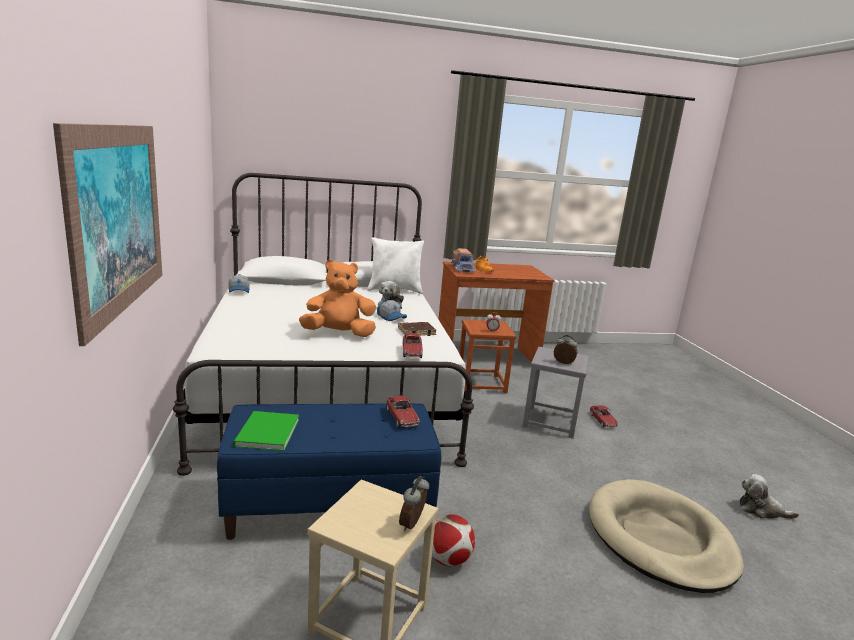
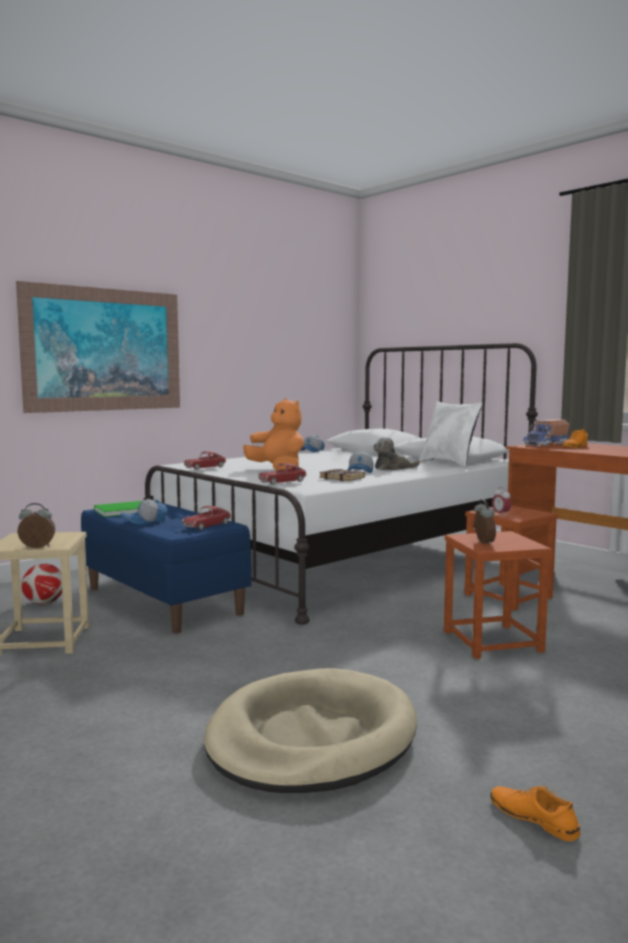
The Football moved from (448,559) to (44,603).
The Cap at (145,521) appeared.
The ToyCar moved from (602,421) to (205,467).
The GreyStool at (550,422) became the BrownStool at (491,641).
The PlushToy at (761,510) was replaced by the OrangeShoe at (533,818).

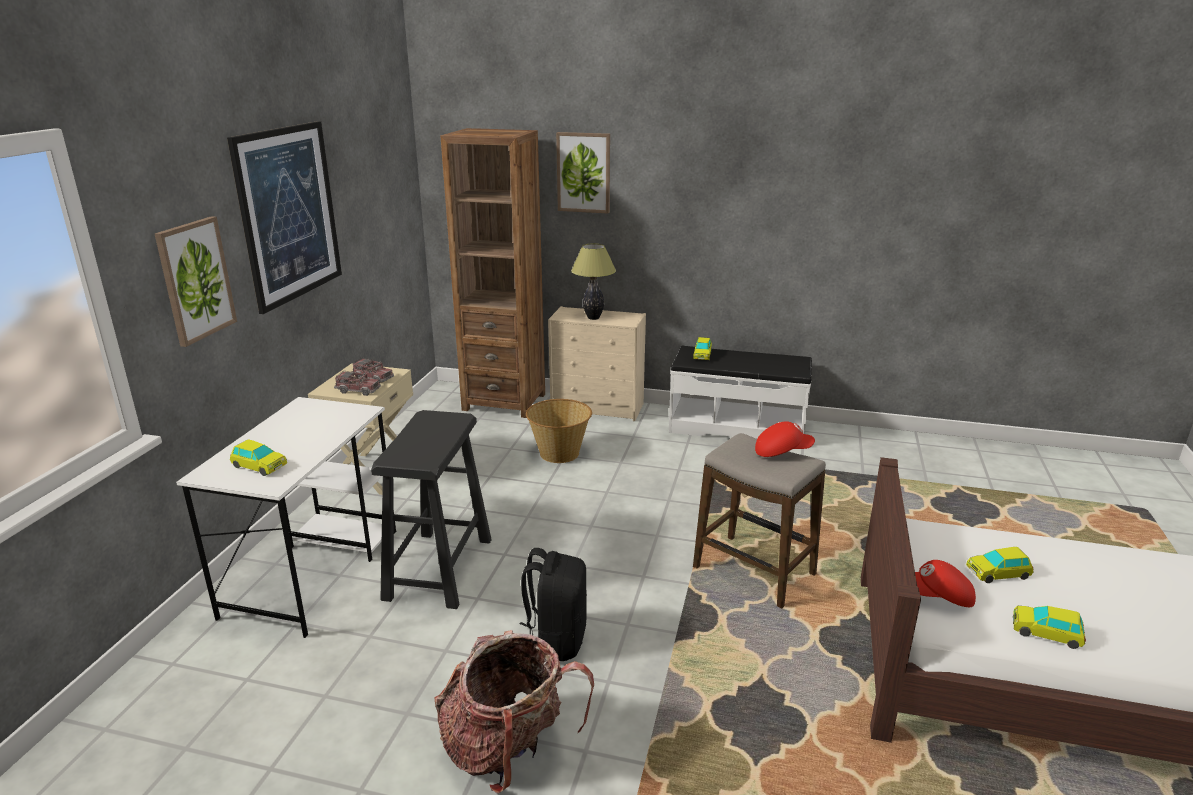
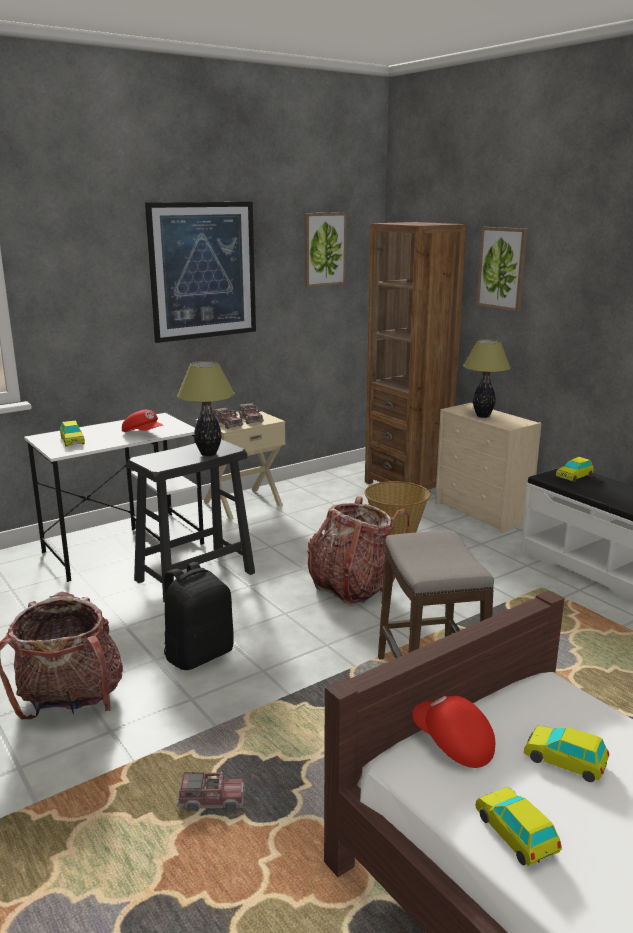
The RedCap moved from (782,451) to (143,433).
The TableLamp at (208,454) appeared.
The ToyTruck at (211,801) appeared.
The Picture moved from (195,280) to (324,249).
The Backpack at (351,587) appeared.

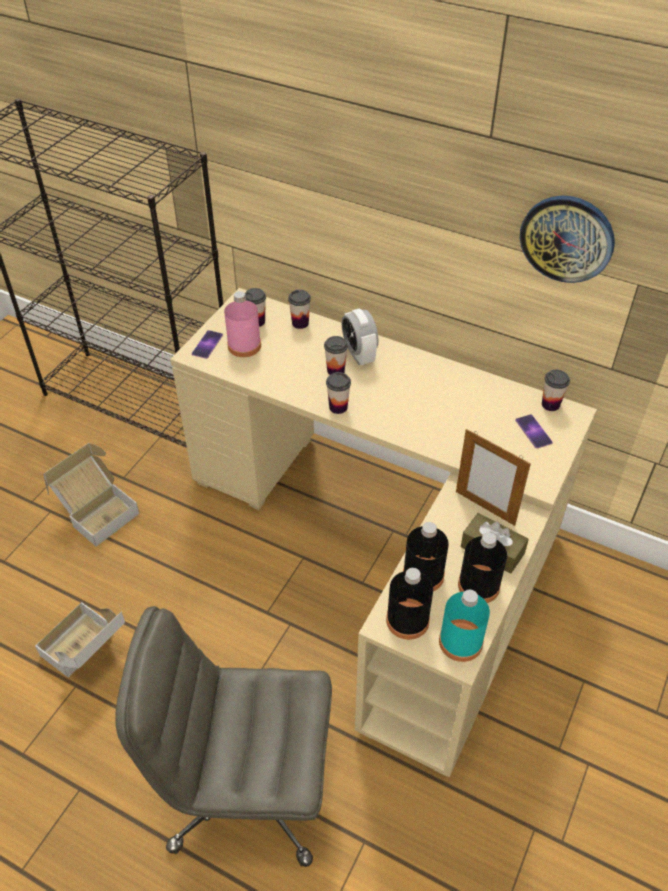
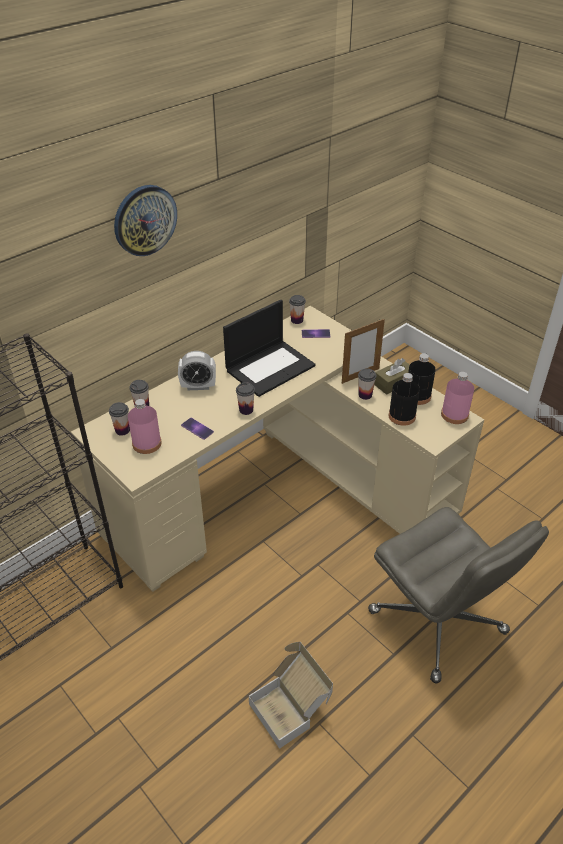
The WallClock moved from (567,238) to (145,220).
The Phone moved from (207,344) to (197,428).
The Laptop at (270,367) appeared.
The Cup moved from (335,370) to (365,395).
The GreyOfficeChair at (247,788) turned 60 degrees counterclockwise.
The TurquoiseBottle at (460,642) became the PinkBottle at (454,414).
The CardboardBox at (97,512) disappeared.
The BlackBottle at (407,620) disappeared.

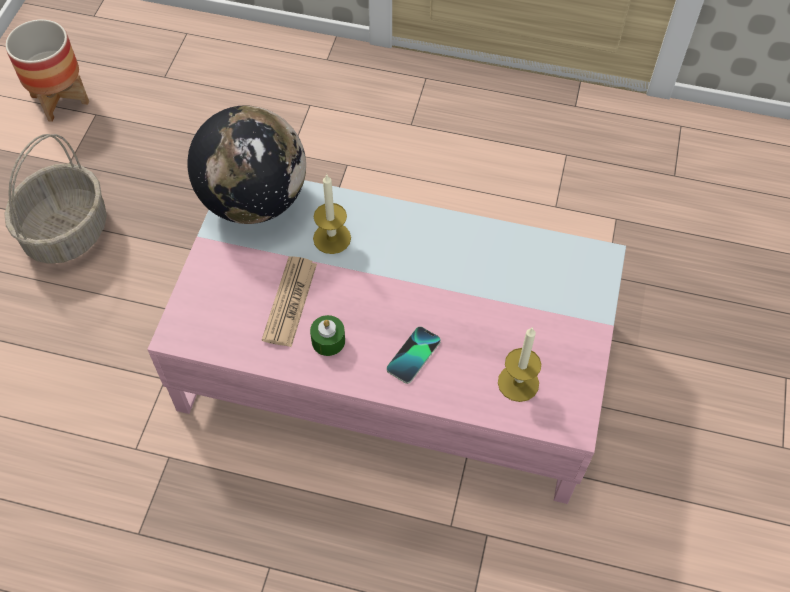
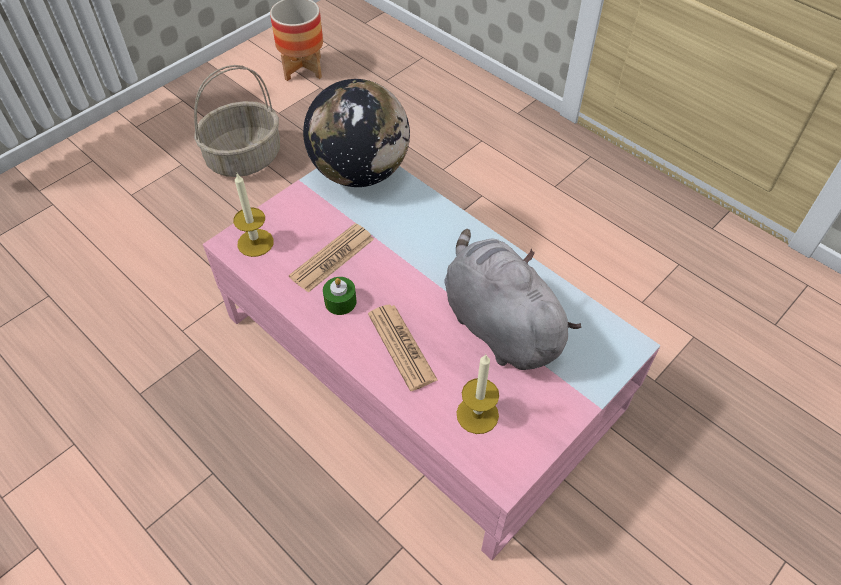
The Candle moved from (332,238) to (255,243).
The Phone at (413,355) was replaced by the Newspaper at (402,347).
The GreyPlushToy at (498,324) appeared.

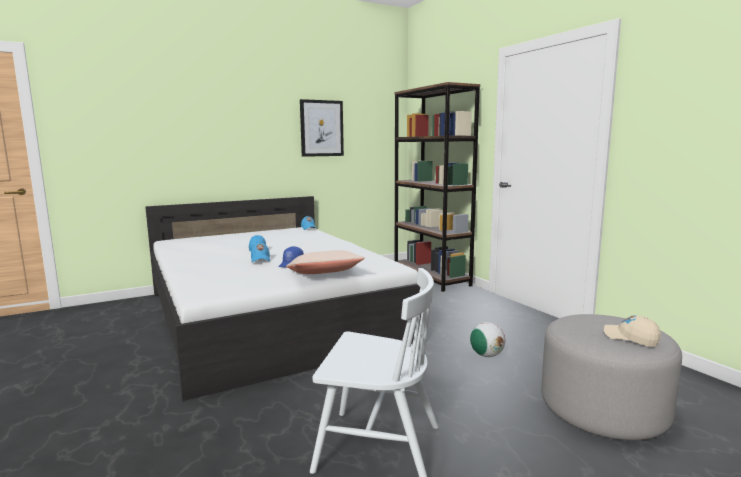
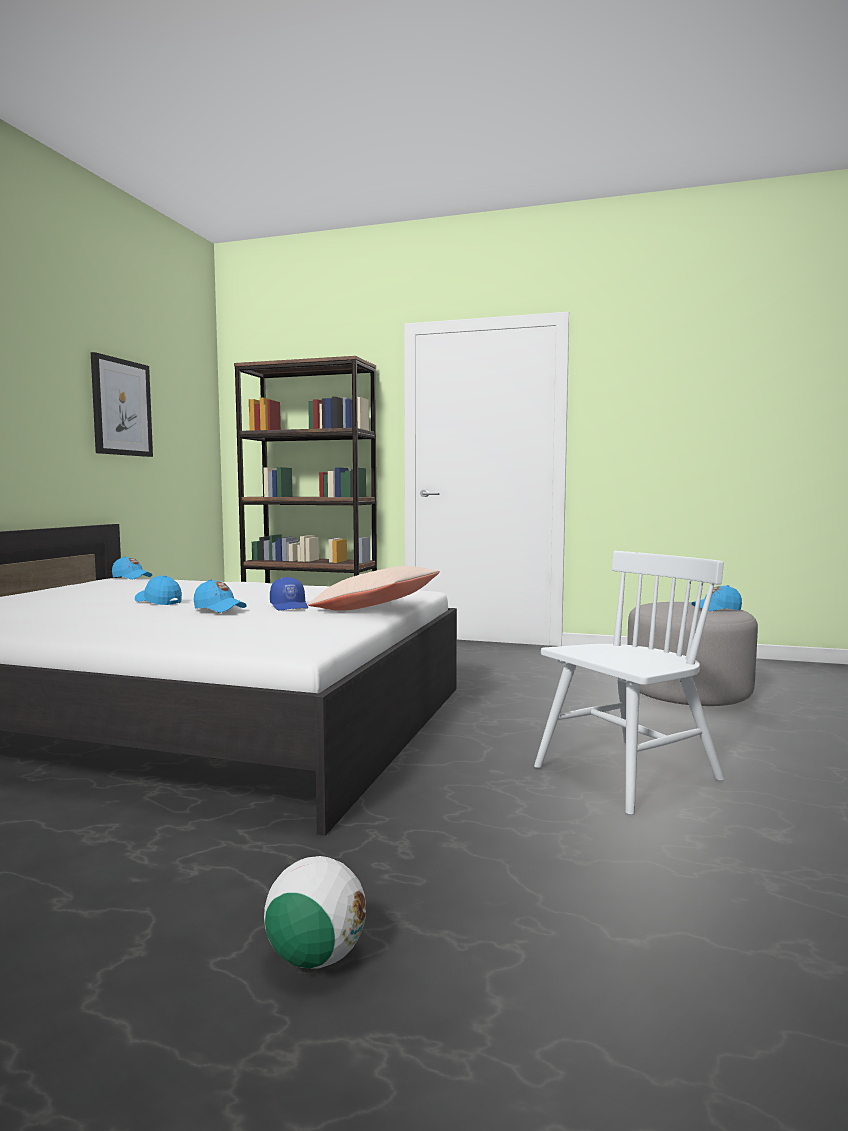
The Football moved from (486,355) to (316,957).
The BeigeCap at (631,338) became the BlueCap at (716,609).

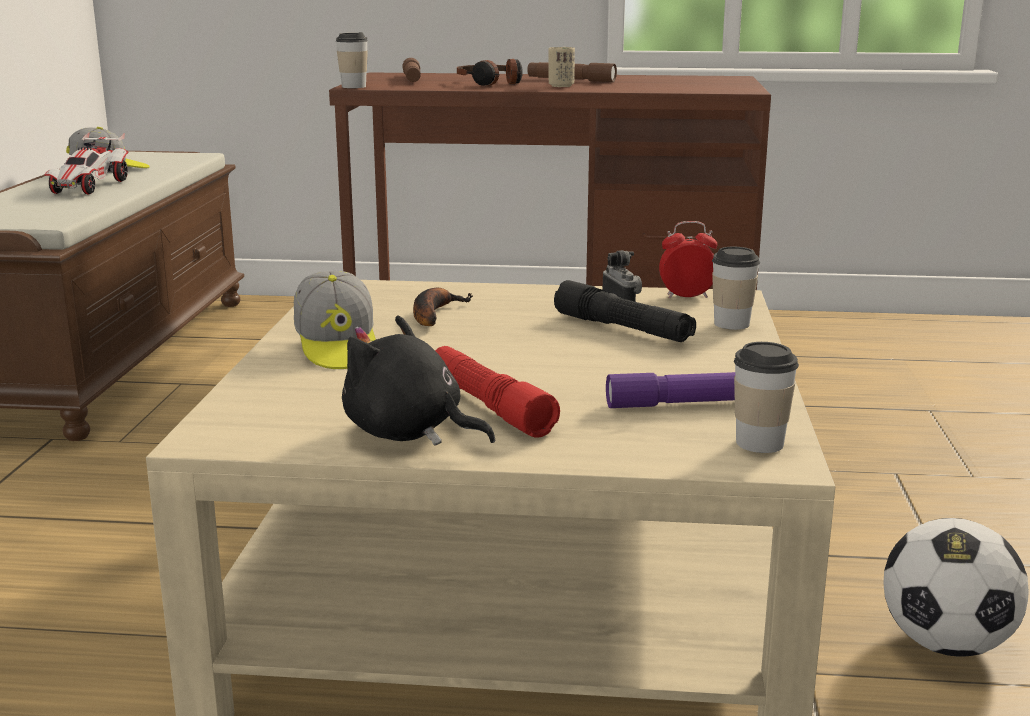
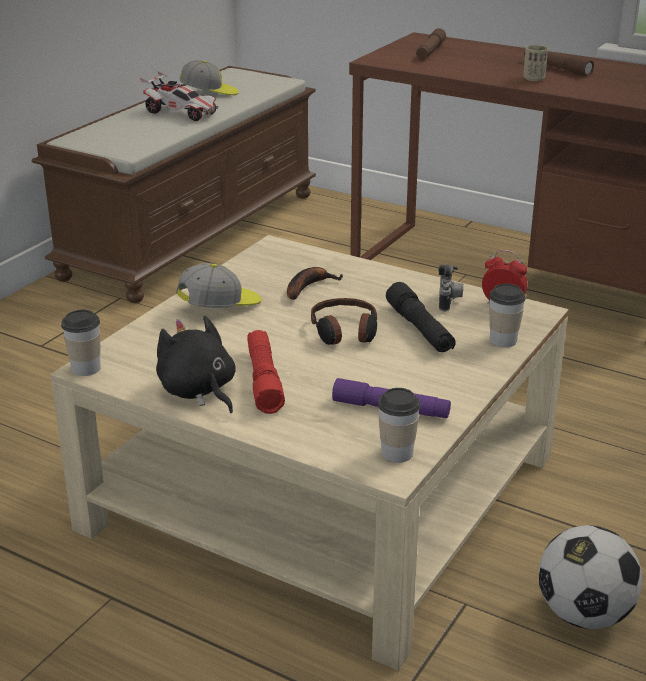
The Cup moved from (353,86) to (86,368).
The ToyCar at (90,187) turned 90 degrees counterclockwise.
The Cap at (337,347) turned 135 degrees counterclockwise.
The Headphones moved from (490,83) to (345,332).

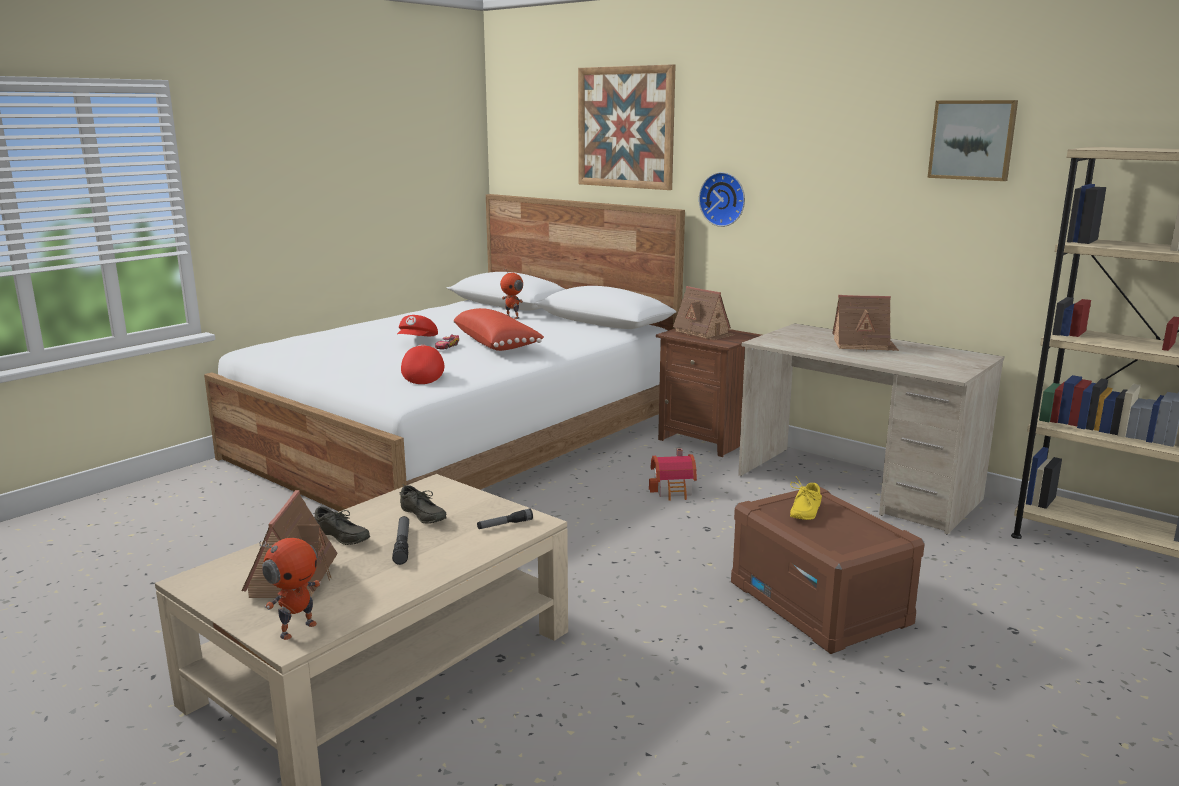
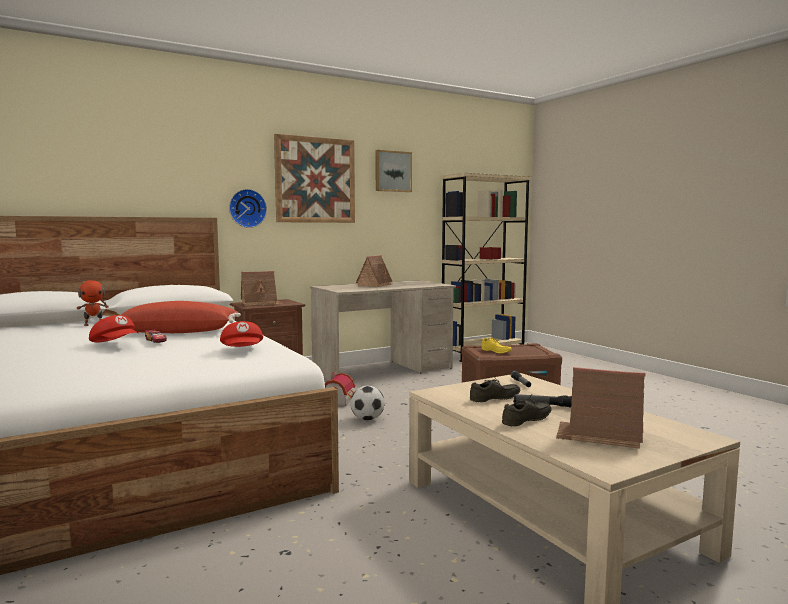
The RedCap at (422,377) turned 120 degrees counterclockwise.
The Picture moved from (625,127) to (315,180).
The Football at (367,419) appeared.
The ToyRobot at (297,629) disappeared.

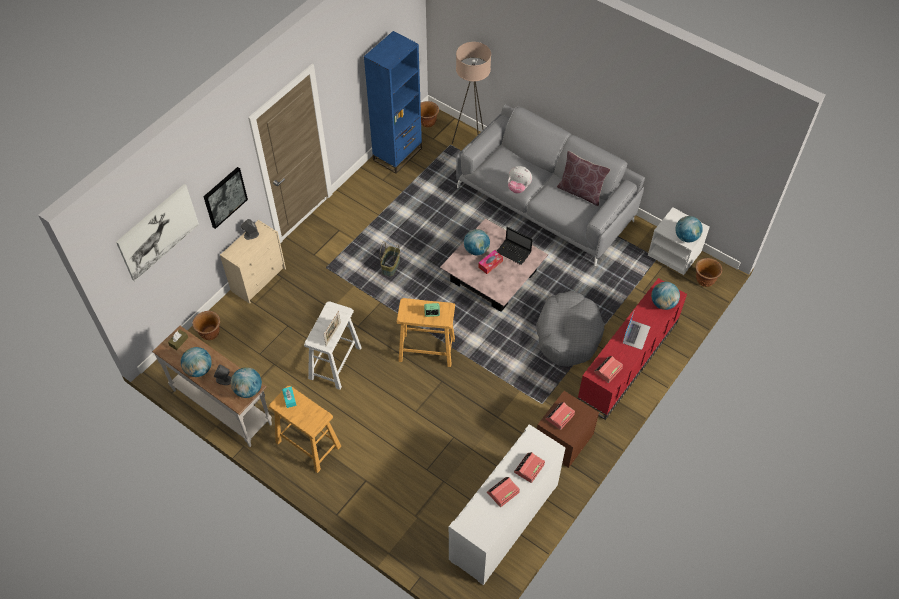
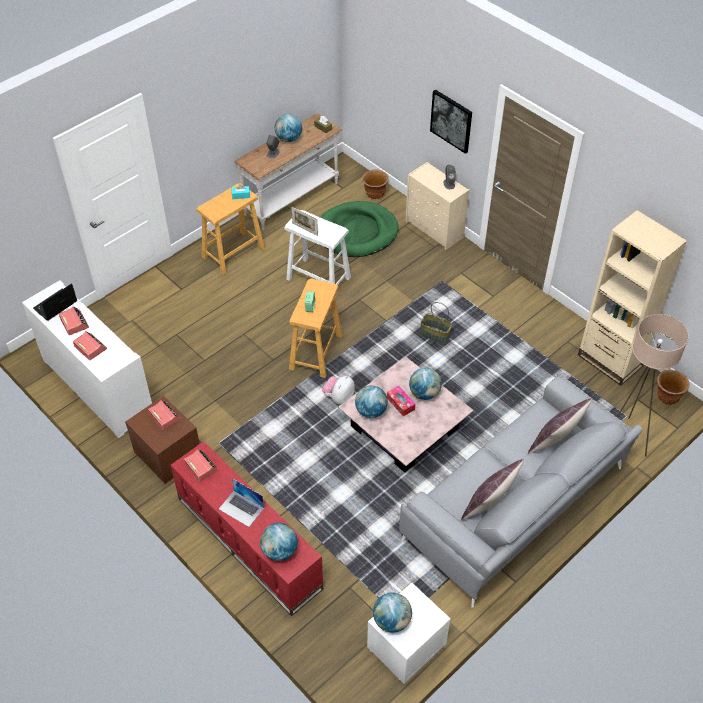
The Laptop moved from (514,252) to (55,306).
The GreenDogBed at (357,232) appeared.
The PlushToy moved from (518,187) to (339,398).
The Globe moved from (248,390) to (371,411).
The BrownPillow at (555,442) appeared.
The BlueBookcase at (397,154) became the BeigeBookcase at (610,360).
The Picture at (158,232) disappeared.
The GreyDogBed at (568,334) disappeared.
The BrownPlanter at (704,280) disappeared.

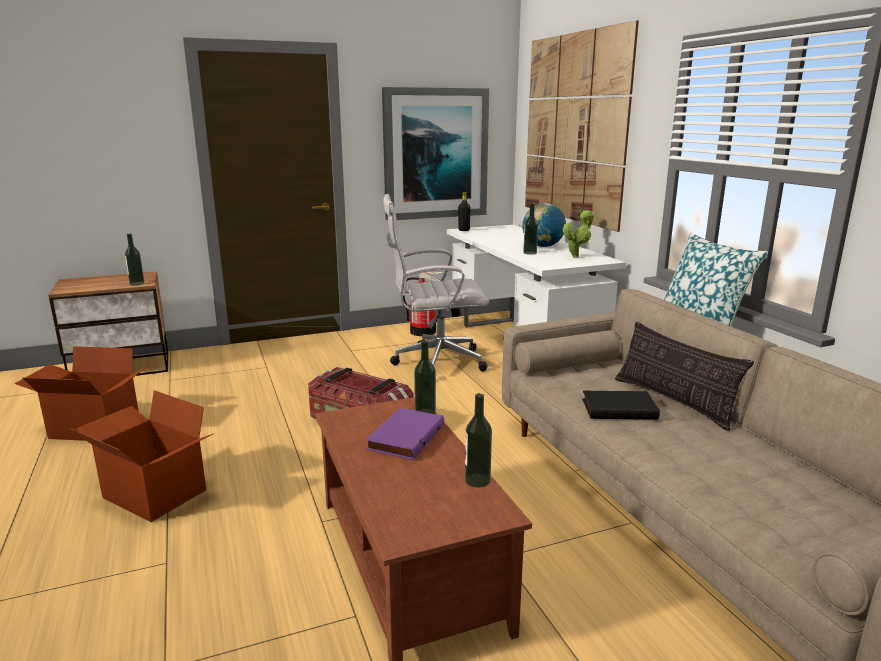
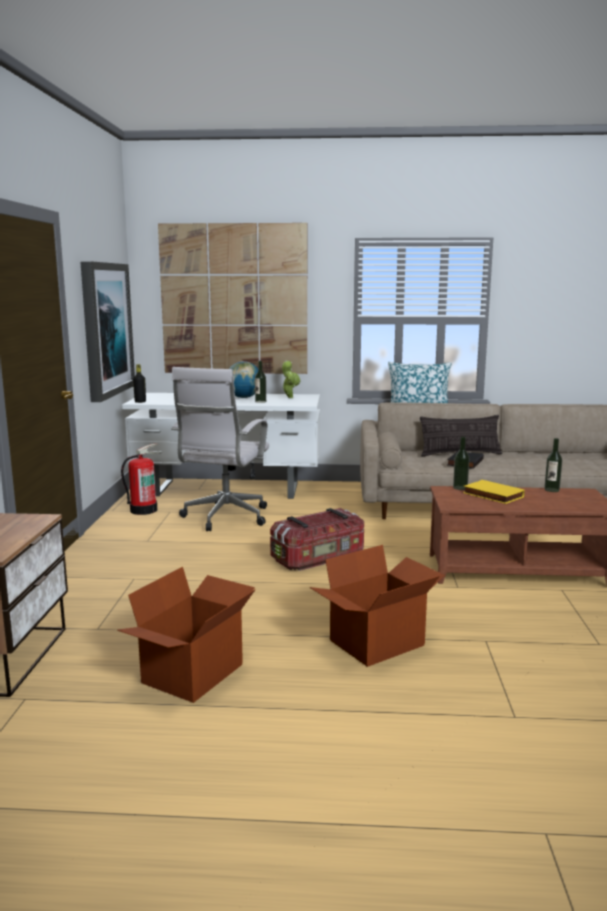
The PurpleBook at (404,437) became the YellowBook at (492,495).
The Bottle at (137,283) disappeared.

